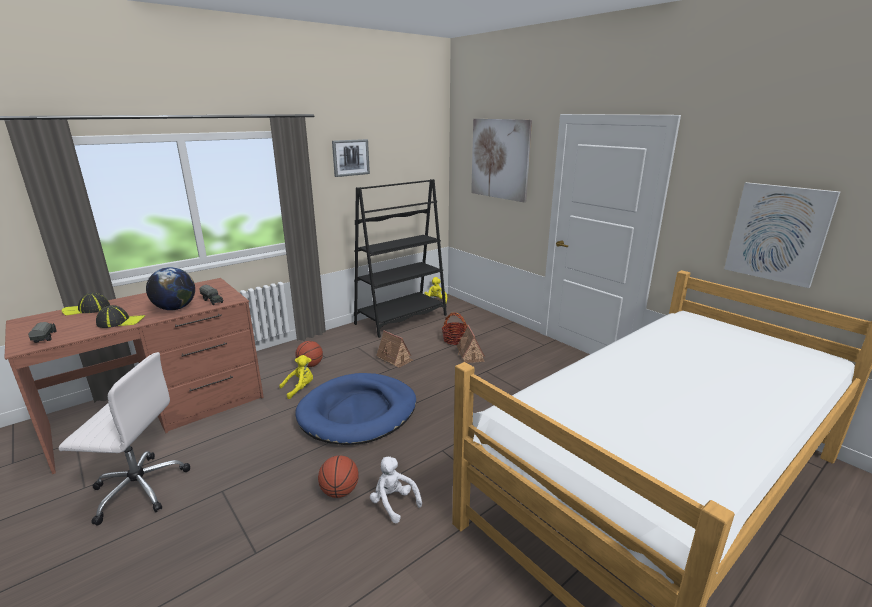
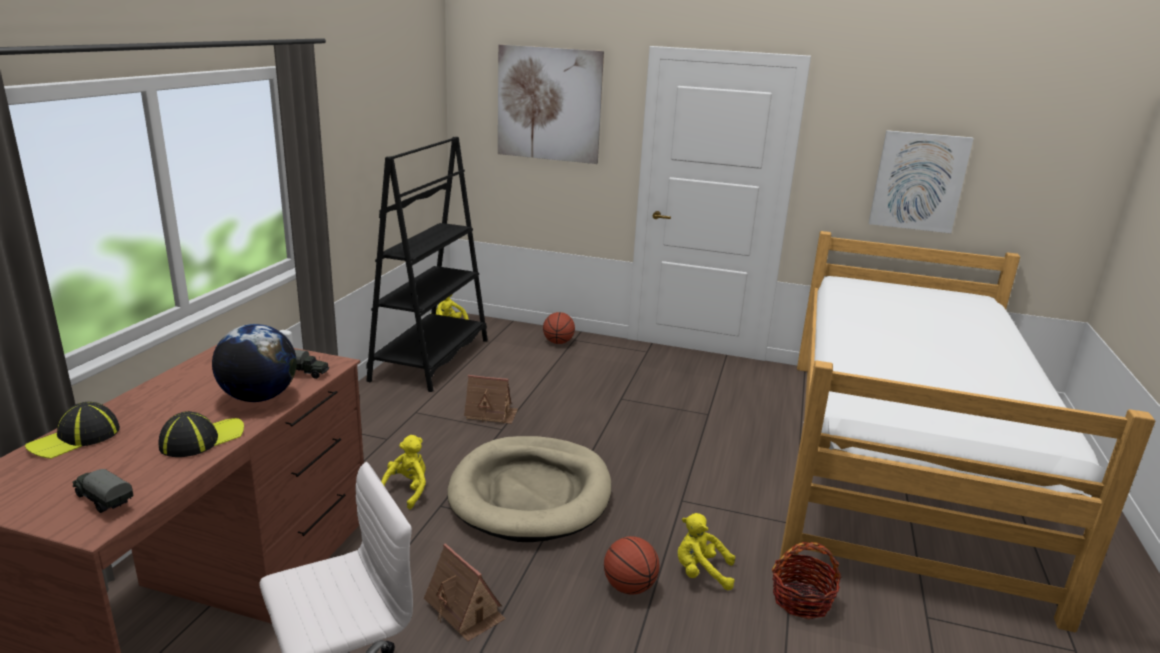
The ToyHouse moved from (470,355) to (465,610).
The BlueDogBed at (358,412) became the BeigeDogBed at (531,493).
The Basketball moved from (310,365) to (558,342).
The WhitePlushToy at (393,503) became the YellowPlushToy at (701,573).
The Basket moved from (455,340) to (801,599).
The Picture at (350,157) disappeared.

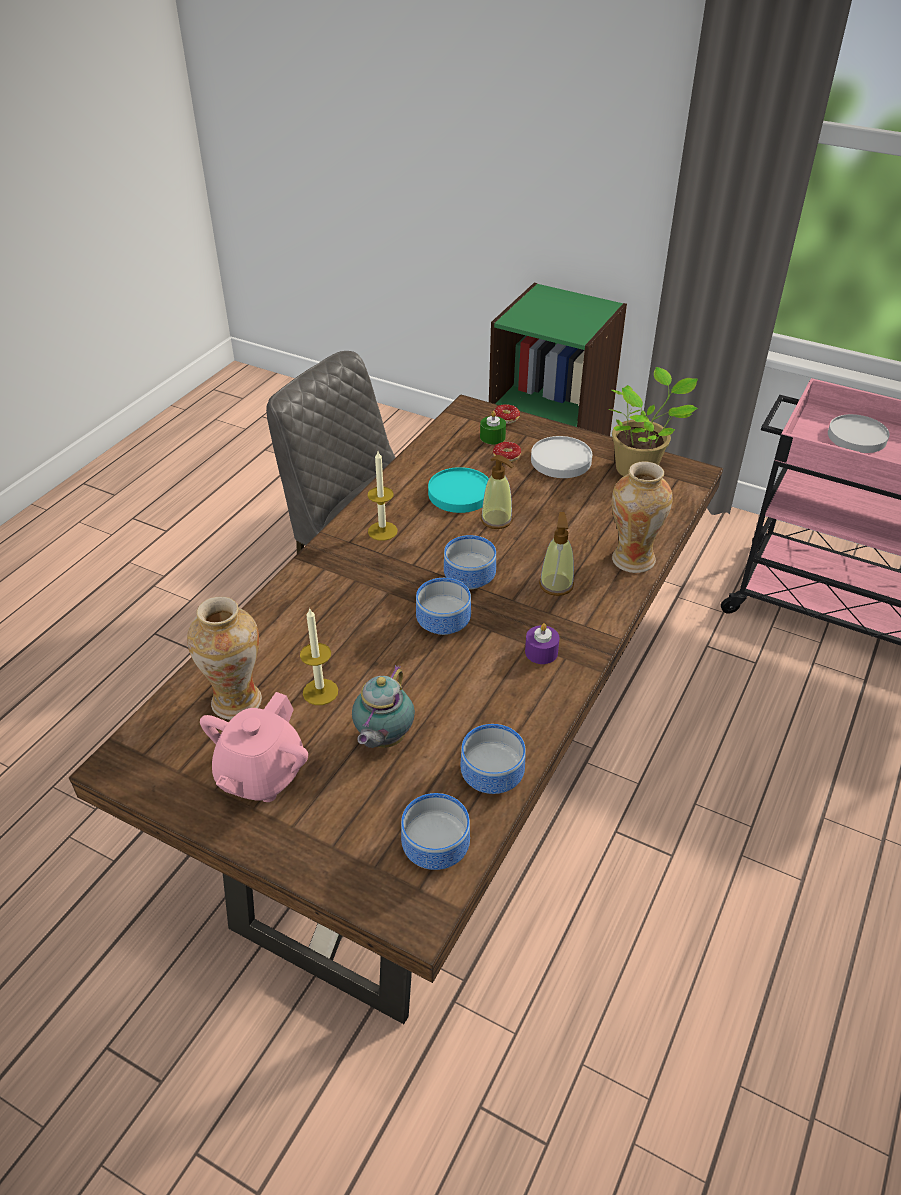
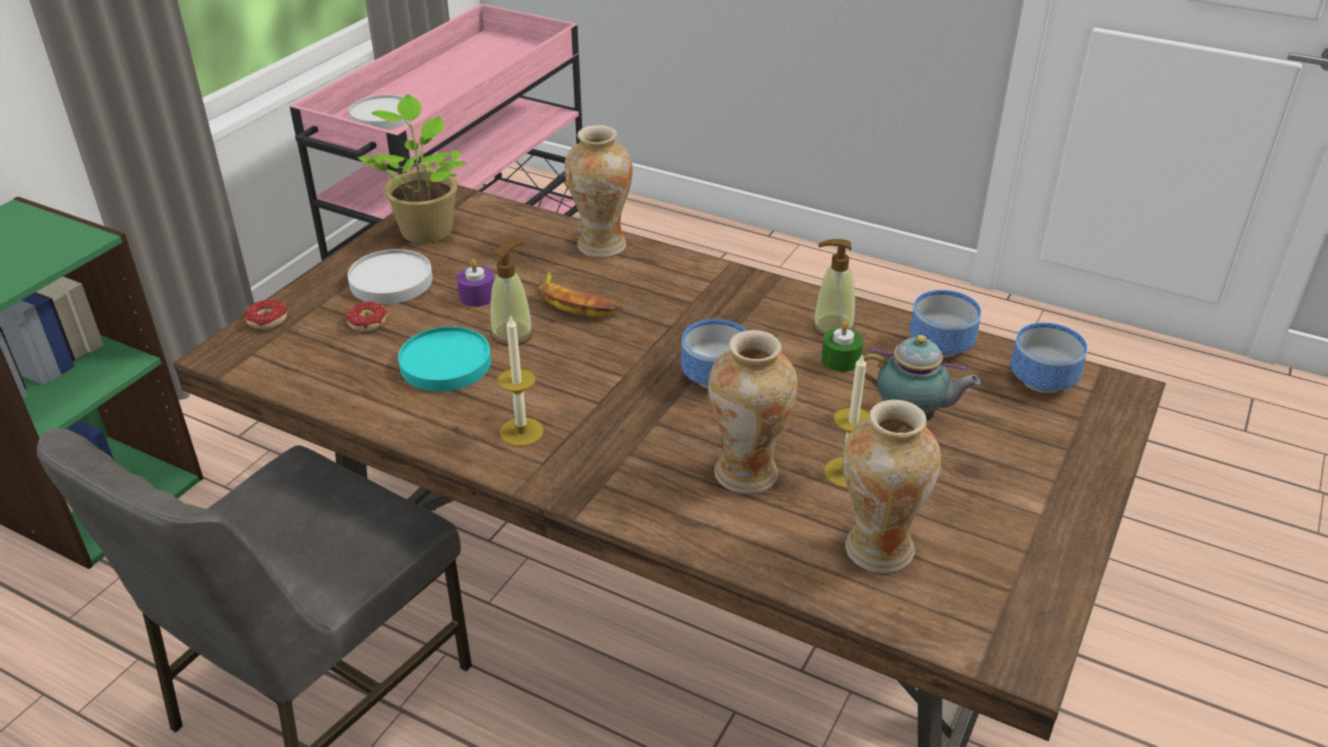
The PurpleCandle moved from (541,652) to (477,296).
The Banana at (577,303) appeared.
The Vase at (747,473) appeared.
The SoapDispenser moved from (556,584) to (832,327).
The GreenCandle moved from (492,437) to (840,360).
The PinkTeapot at (260,775) disappeared.
The Bowl at (467,579) disappeared.

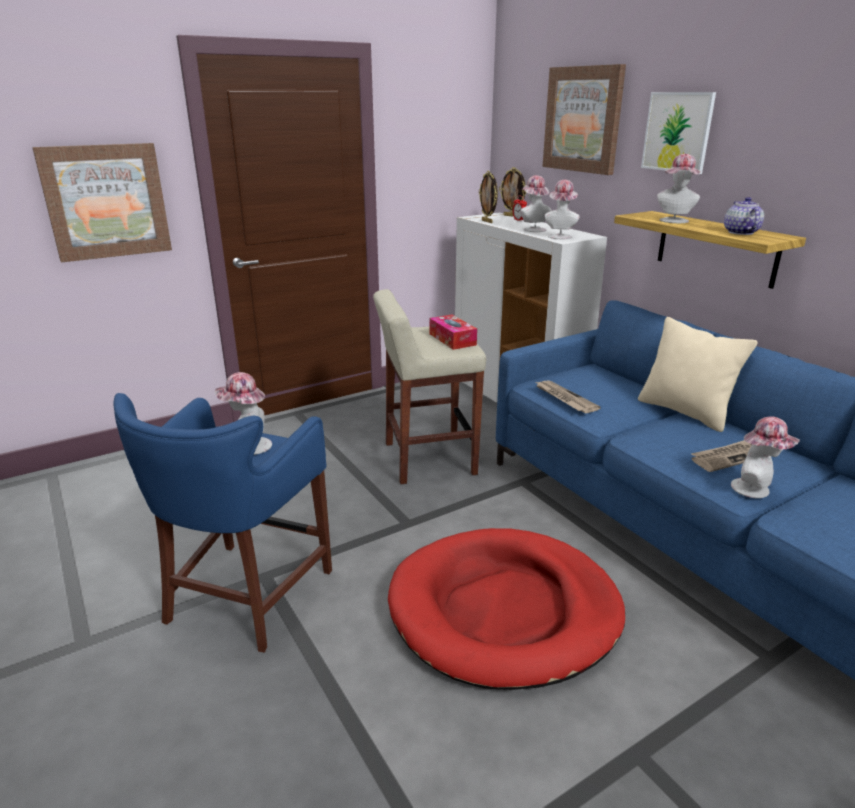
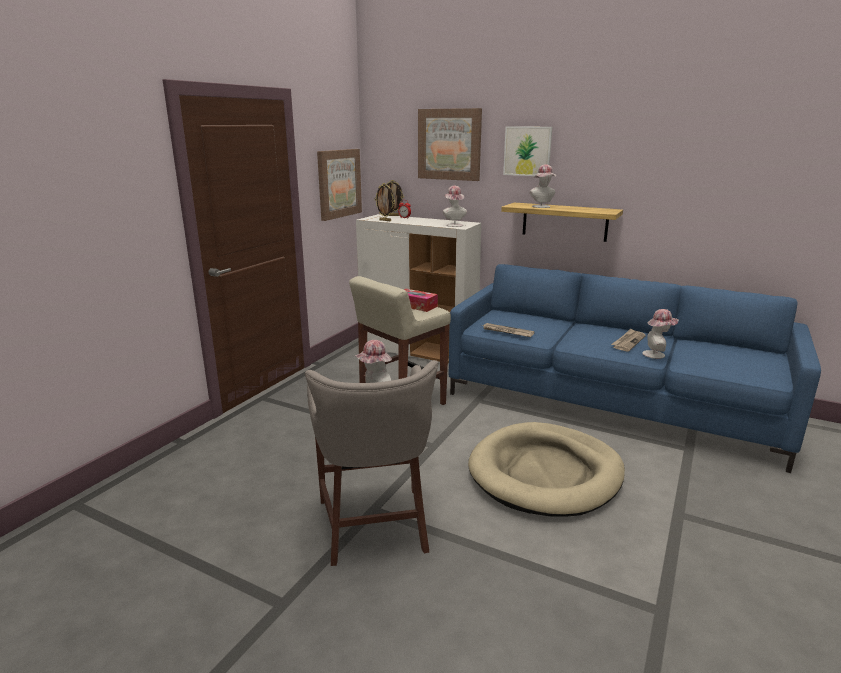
The BlueStool at (245,597) became the GreyStool at (374,527).
The Picture moved from (106,201) to (338,183).
The RedDogBed at (504,610) became the BeigeDogBed at (545,473).
The Hat at (532,229) disappeared.
The BeigePillow at (685,412) disappeared.
The Teapot at (740,232) disappeared.

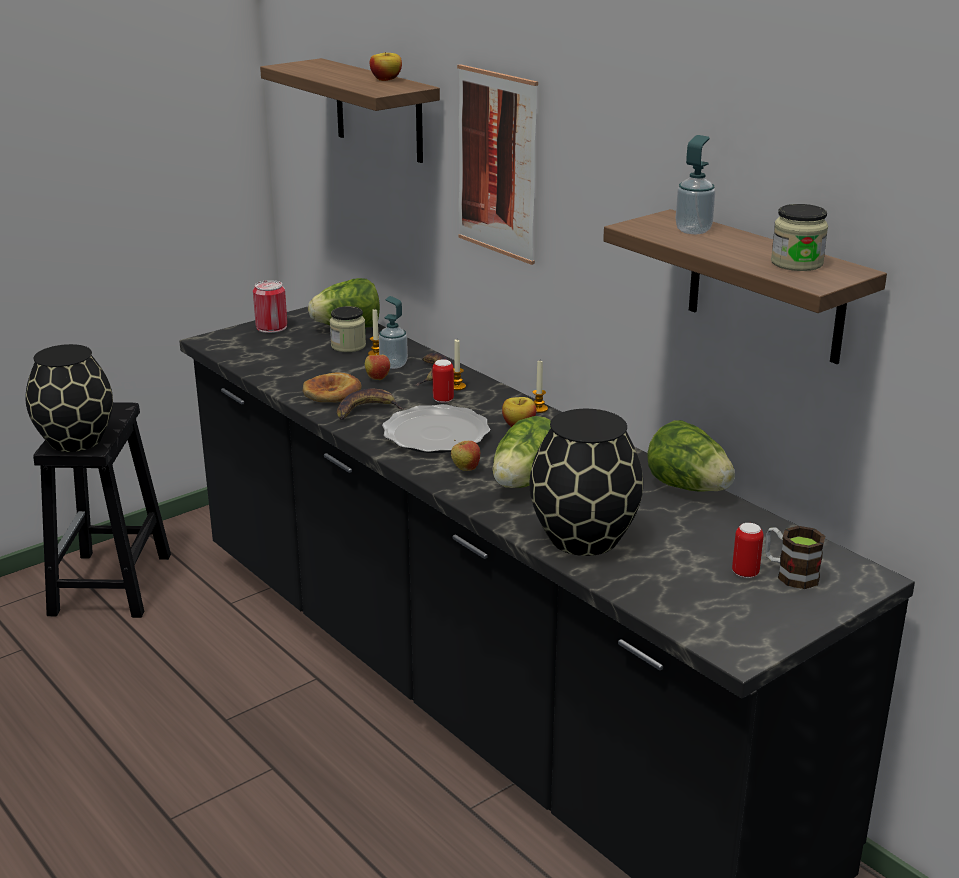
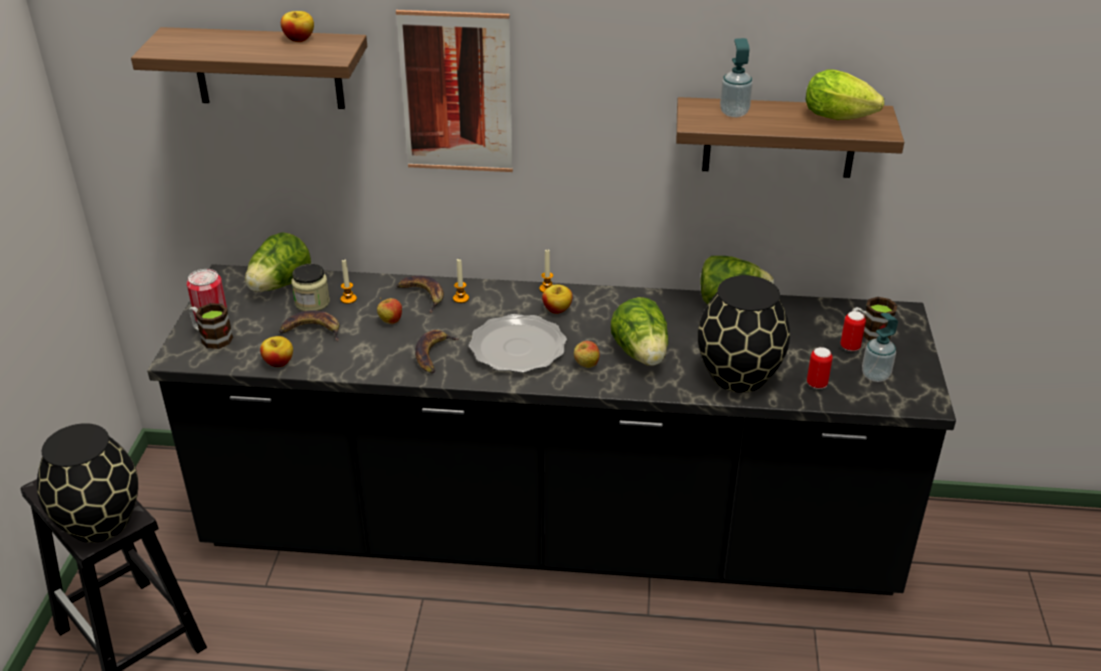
The Mug at (211,338) appeared.
The Apple at (278,362) appeared.
The Banana at (312,330) appeared.
The Jar at (796,263) was replaced by the Lettuce at (842,118).
The Can moved from (443,400) to (816,384).
The SoapDispenser moved from (393,364) to (875,375).
The Bread at (331,393) disappeared.

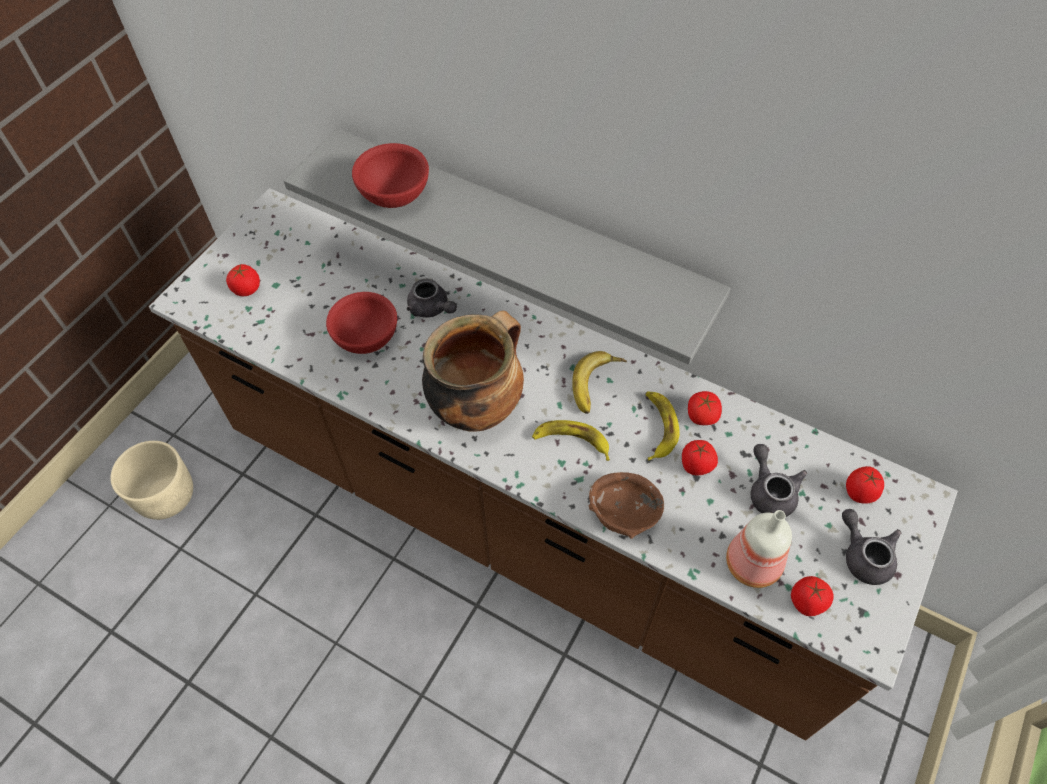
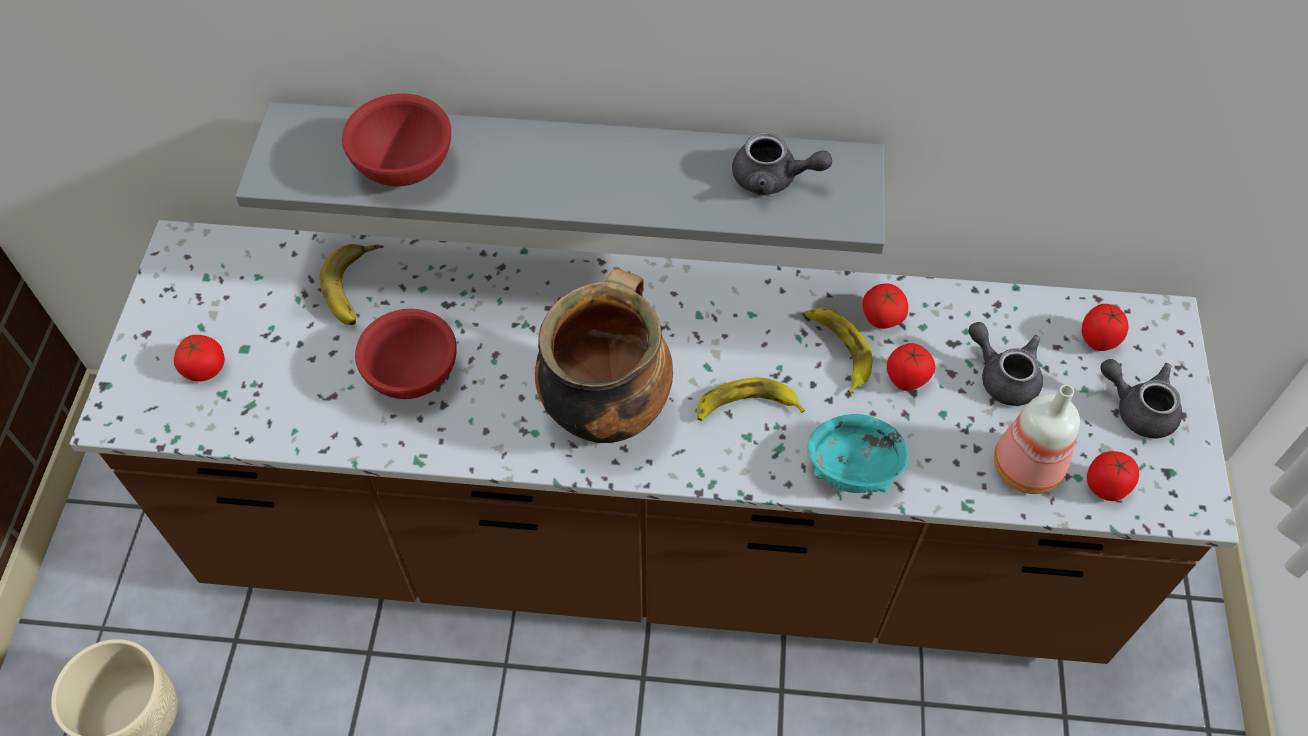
The Banana moved from (598,385) to (358,287).
The GreyTeapot moved from (431,309) to (773,179).
The BrownBowl at (624,514) became the TurquoiseBowl at (854,469).

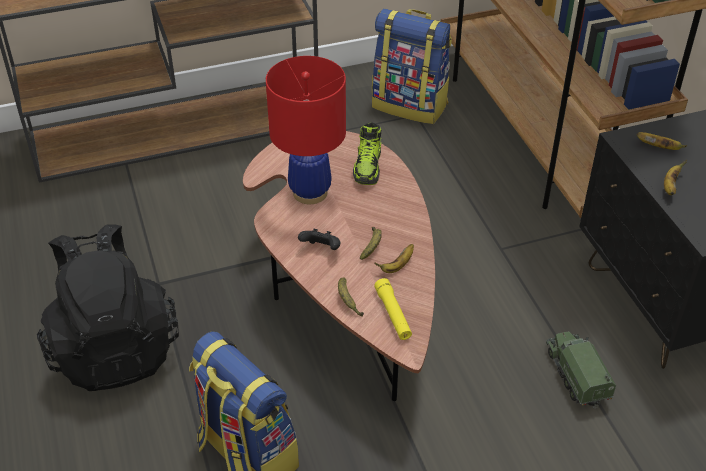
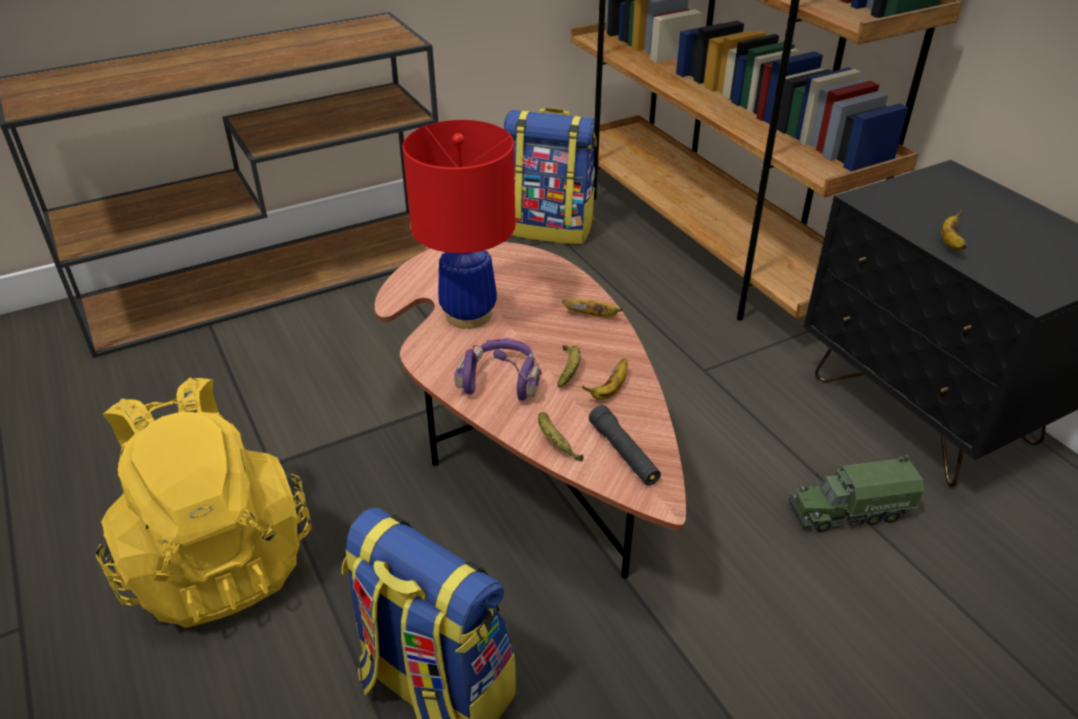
The BlackBackpack at (114,348) became the YellowBackpack at (217,559).
The BlackGameController at (321,249) was replaced by the PurpleHeadphones at (501,381).
The Banana moved from (659,147) to (592,315).
The YellowFlashlight at (393,314) became the BlackFlashlight at (623,453).
The ToyTruck at (576,375) turned 75 degrees counterclockwise.
The Shoe at (368,167) disappeared.

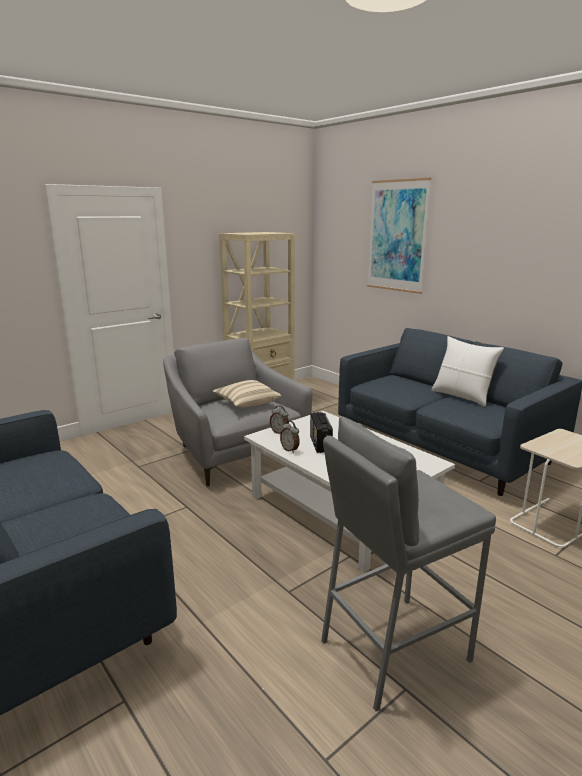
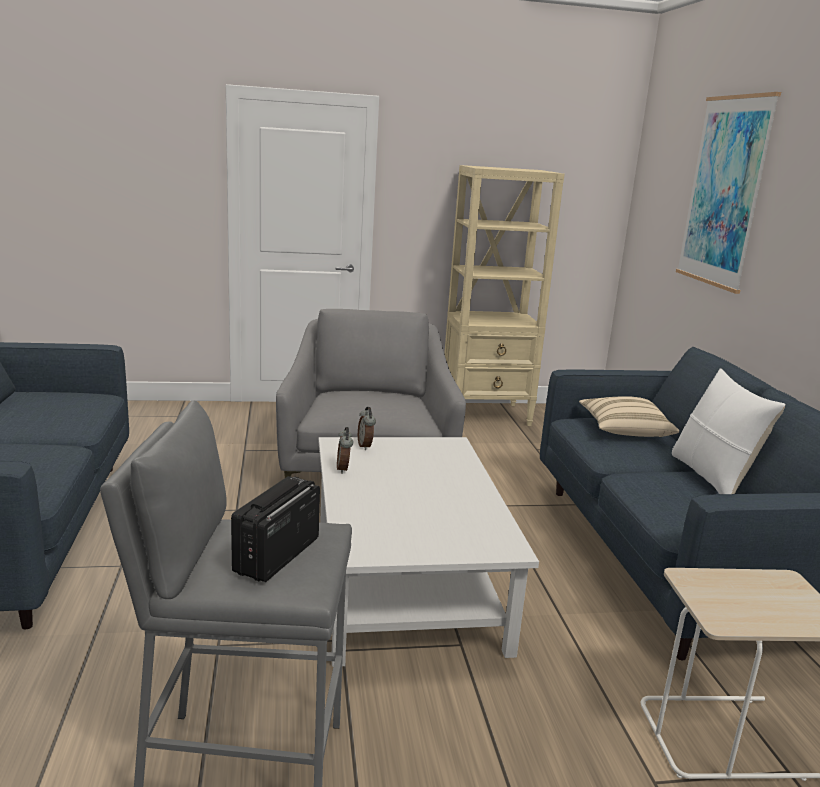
The Radio moved from (320,444) to (276,556).
The BeigePillow moved from (246,403) to (624,431).

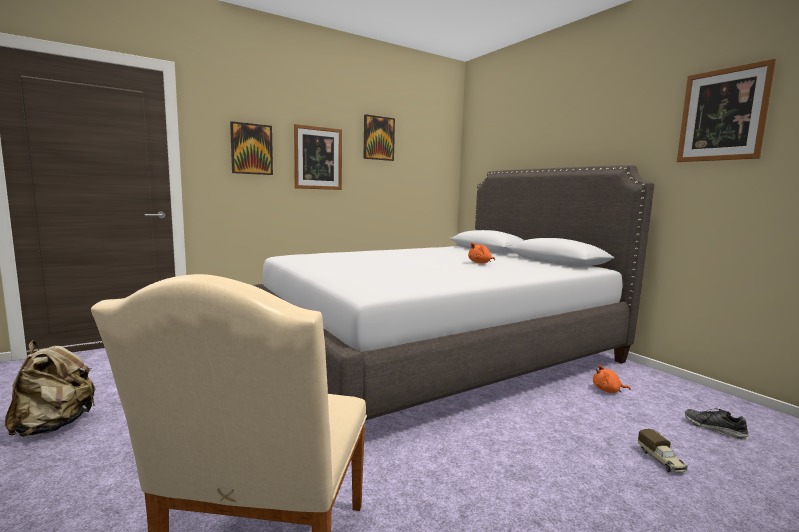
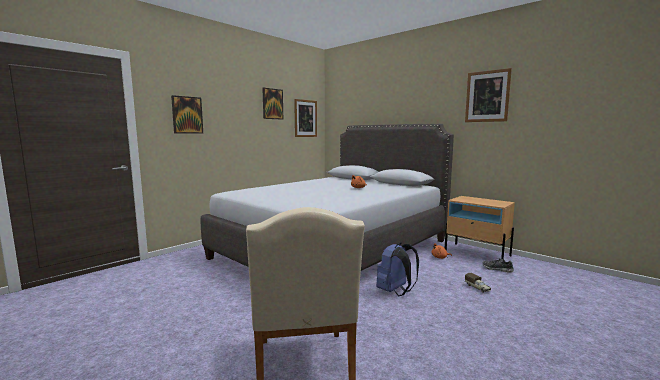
The Picture moved from (318,158) to (305,118).
The BlueBackpack at (395,292) appeared.
The BeigeNightstand at (477,253) appeared.
The BeigeBackpack at (54,425) disappeared.

